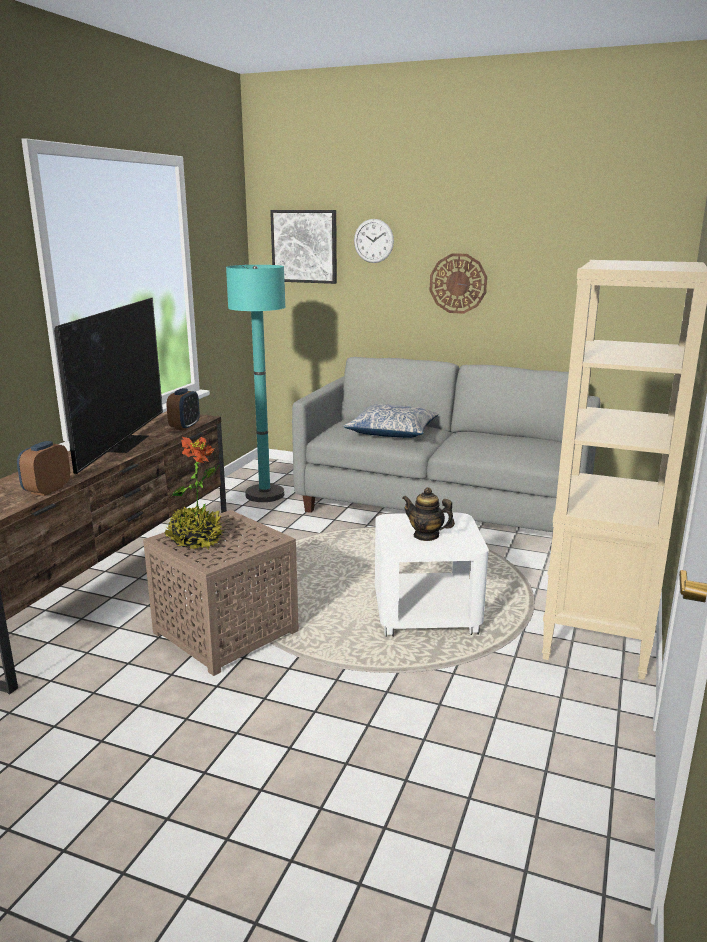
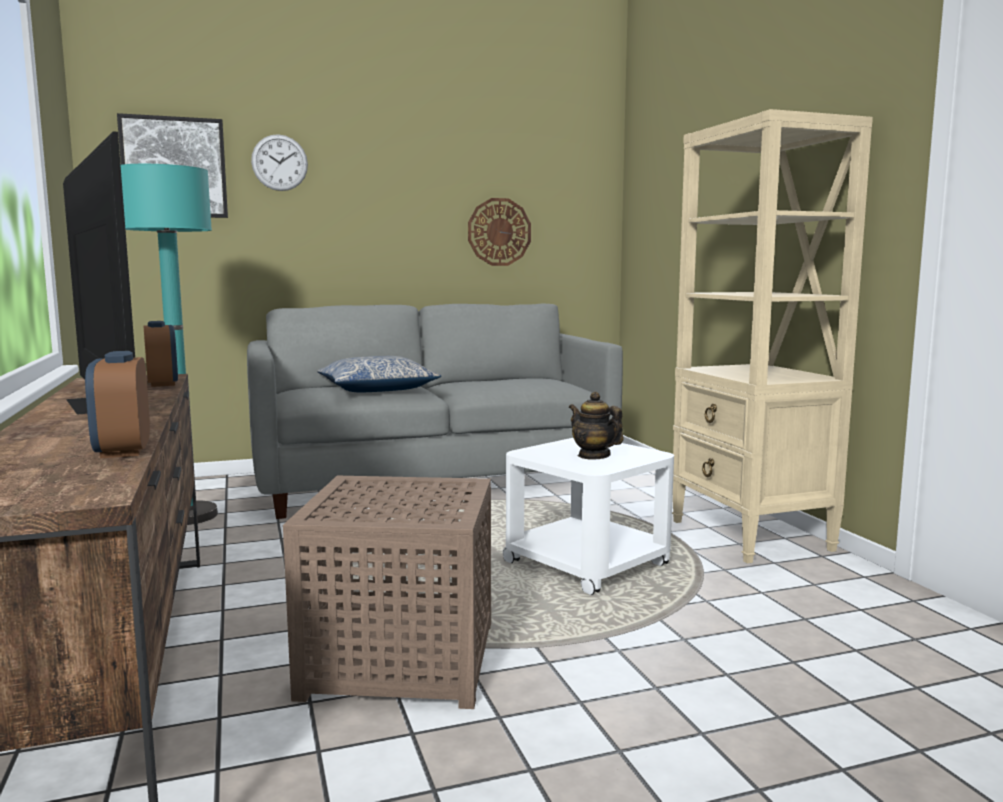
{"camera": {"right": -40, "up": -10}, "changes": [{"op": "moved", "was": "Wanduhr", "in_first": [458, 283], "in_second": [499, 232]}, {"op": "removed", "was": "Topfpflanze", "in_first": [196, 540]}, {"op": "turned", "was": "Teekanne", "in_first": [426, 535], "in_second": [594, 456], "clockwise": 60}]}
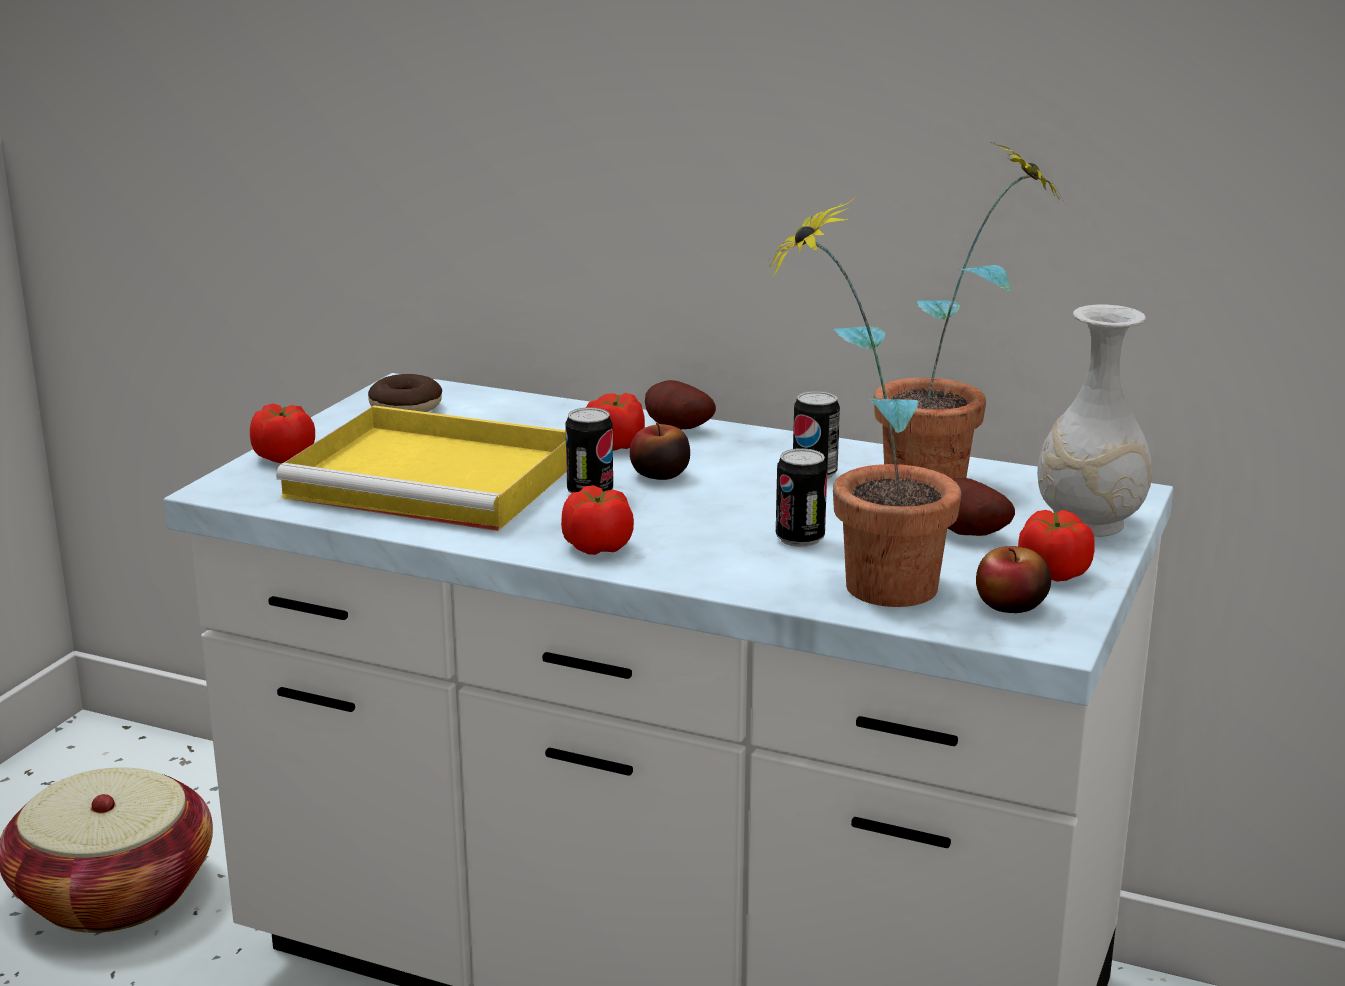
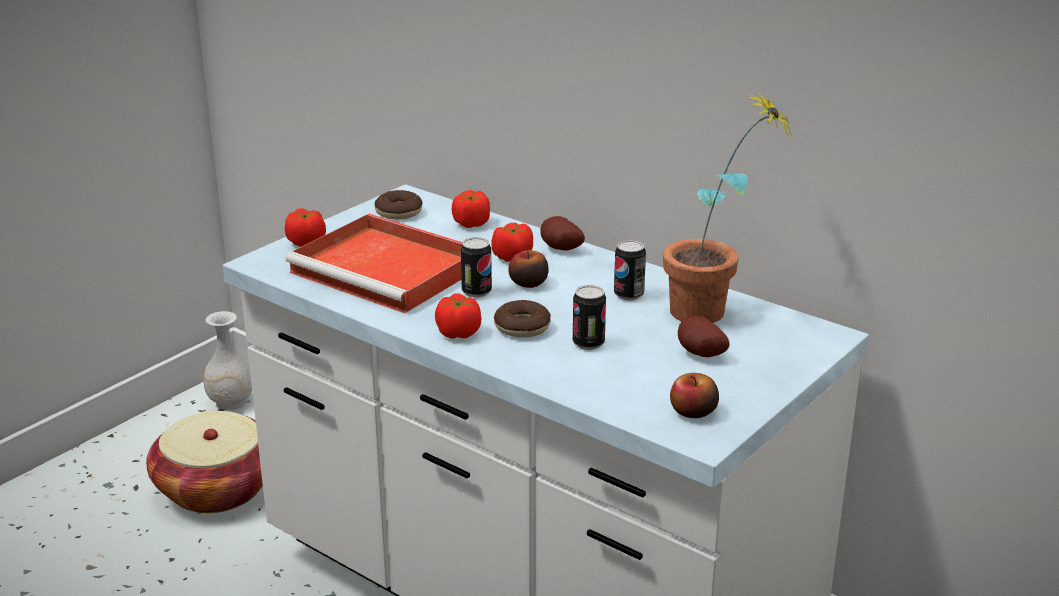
{"camera": {"right": 15, "up": 5}, "changes": [{"op": "removed", "was": "Topfpflanze", "in_first": [861, 586]}, {"op": "moved", "was": "Vase/weiß", "in_first": [1087, 523], "in_second": [230, 402]}, {"op": "recoloured", "was": "Tablett/gelb", "now": "Tablett/rot", "in_first": [439, 479], "in_second": [389, 270]}, {"op": "moved", "was": "Tomate", "in_first": [1053, 573], "in_second": [471, 223]}, {"op": "added", "now": "Donut", "in_second": [522, 327]}]}
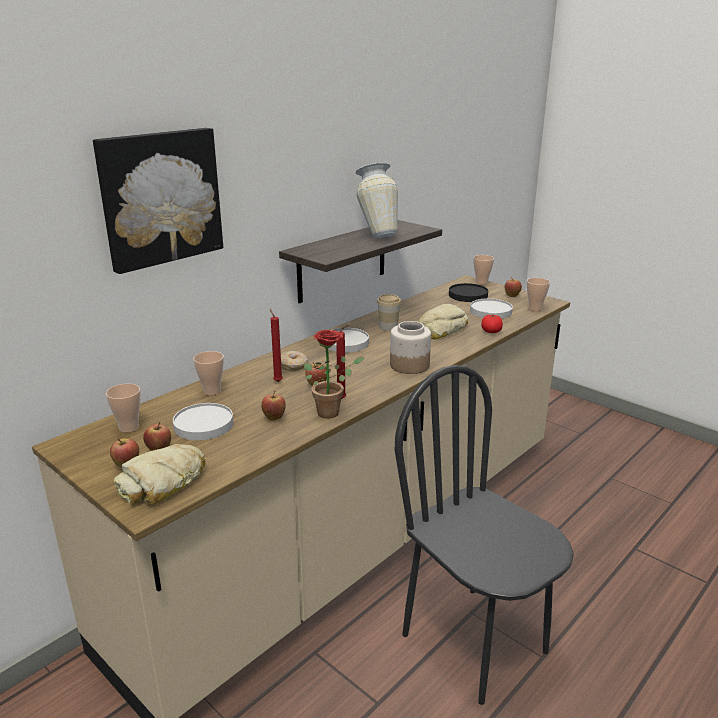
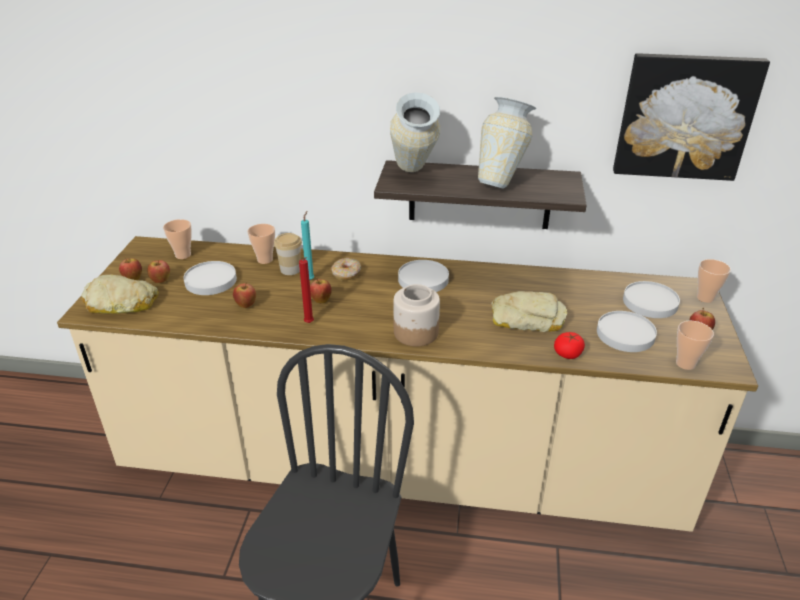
{"camera": {"right": 55, "up": 10}, "changes": [{"op": "moved", "was": "Bild", "in_first": [160, 198], "in_second": [685, 116]}, {"op": "recoloured", "was": "Teller/schwarz", "now": "Teller/weiß", "in_first": [468, 295], "in_second": [650, 302]}, {"op": "moved", "was": "Tasse", "in_first": [388, 327], "in_second": [290, 269]}, {"op": "recoloured", "was": "Kerze/rot", "now": "Kerze/türkis", "in_first": [277, 381], "in_second": [310, 279]}, {"op": "removed", "was": "Topfpflanze", "in_first": [332, 412]}, {"op": "added", "now": "Vase", "in_second": [413, 177]}]}
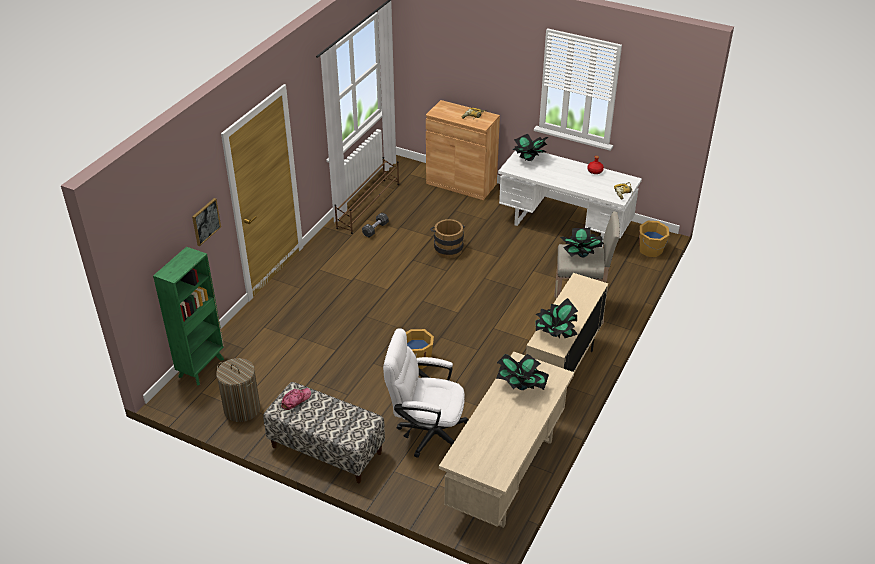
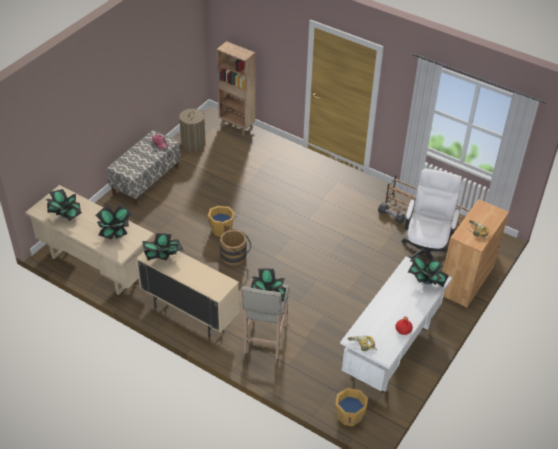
{"camera": {"right": 95, "up": 5}, "changes": [{"op": "removed", "was": "Bild", "in_first": [205, 221]}, {"op": "moved", "was": "Eimer/braun", "in_first": [447, 248], "in_second": [236, 256]}, {"op": "recoloured", "was": "Bücherregal/grün", "now": "Bücherregal/braun", "in_first": [202, 367], "in_second": [237, 126]}, {"op": "moved", "was": "Bürostuhl/weiß", "in_first": [426, 432], "in_second": [426, 249]}, {"op": "added", "now": "Topfpflanze", "in_second": [65, 215]}]}
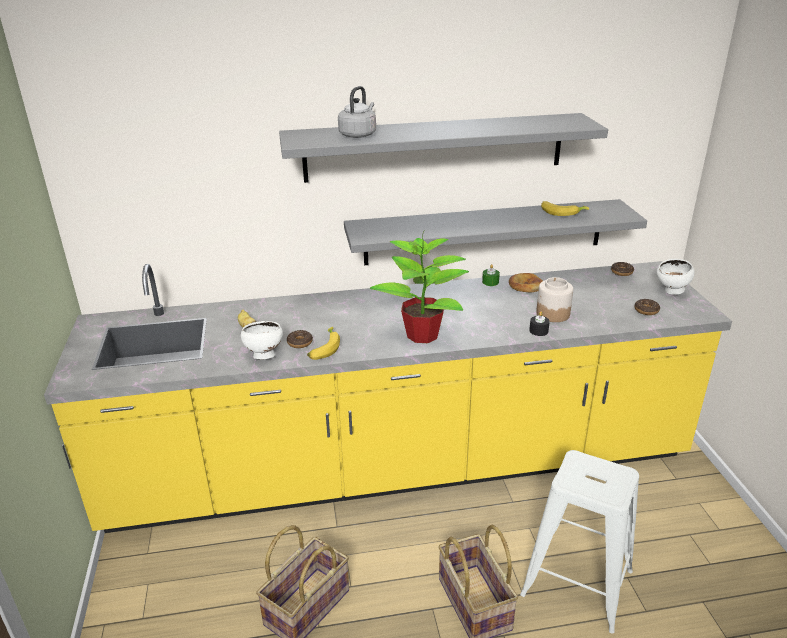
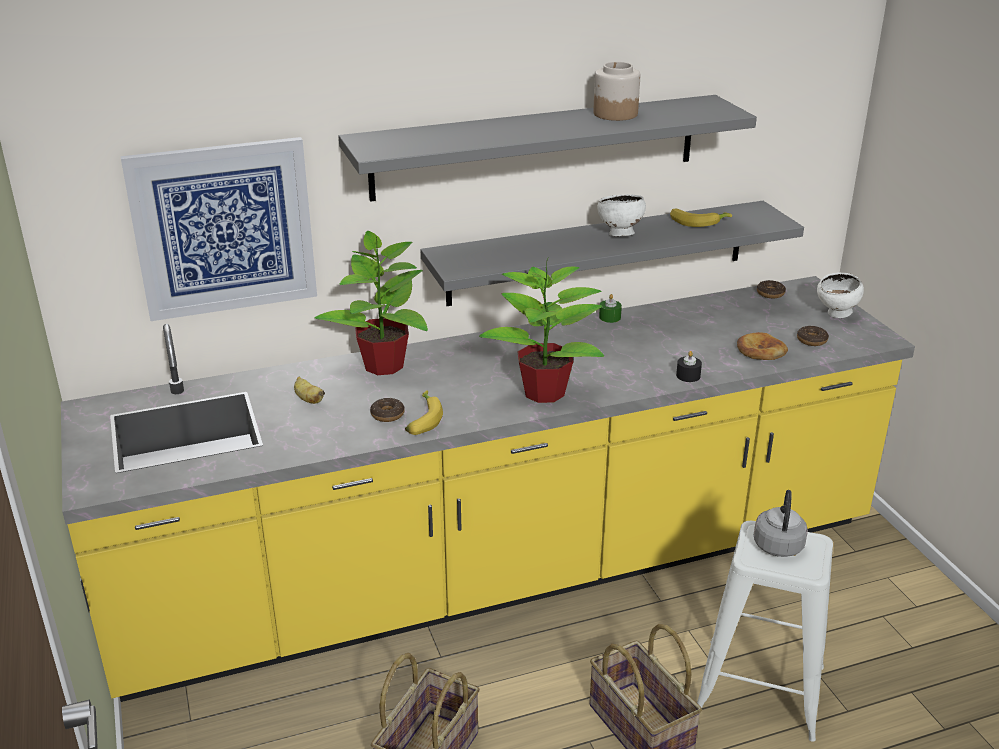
{"camera": {"right": -10, "up": 0}, "changes": [{"op": "moved", "was": "Wasserkessel/grau", "in_first": [358, 134], "in_second": [778, 544]}, {"op": "moved", "was": "Brot", "in_first": [526, 285], "in_second": [760, 350]}, {"op": "moved", "was": "Vorratsglas", "in_first": [552, 314], "in_second": [615, 114]}, {"op": "moved", "was": "Schüssel/weiß", "in_first": [263, 355], "in_second": [619, 235]}, {"op": "added", "now": "Bild", "in_second": [224, 228]}, {"op": "added", "now": "Topfpflanze", "in_second": [383, 366]}]}
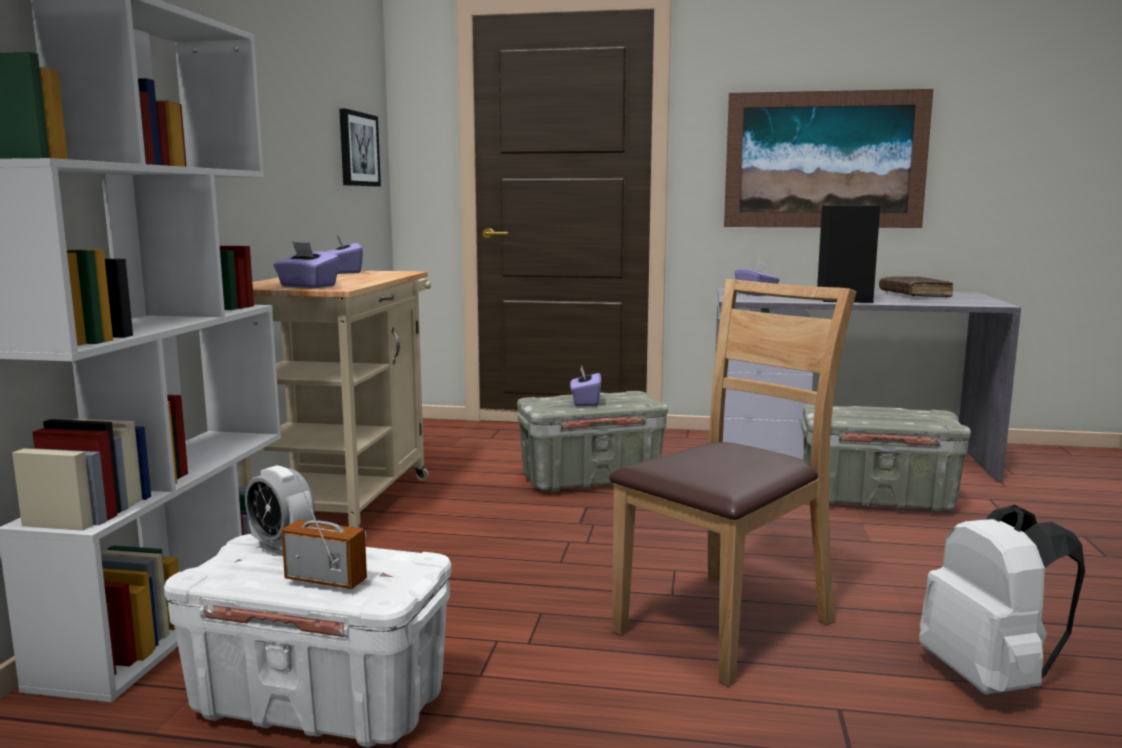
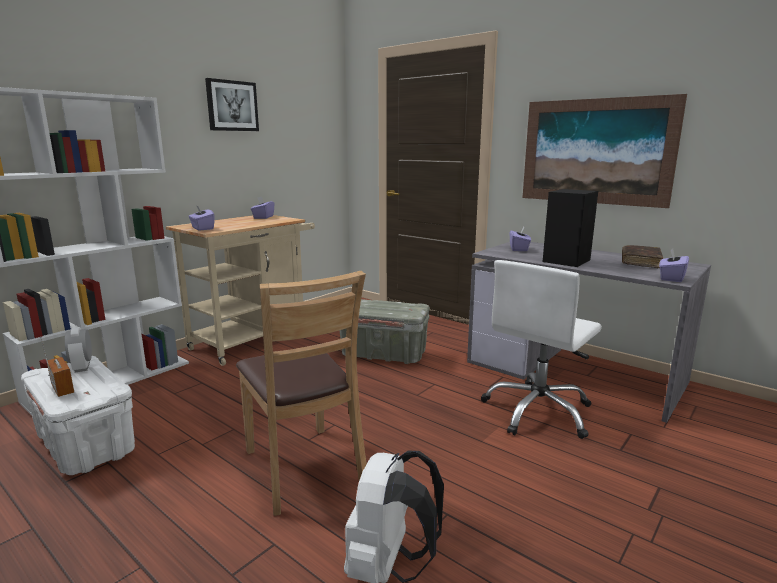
{"camera": {"right": 30, "up": 5}, "changes": [{"op": "moved", "was": "Bild", "in_first": [358, 149], "in_second": [232, 106]}, {"op": "turned", "was": "Stuhl/braun", "in_first": [724, 625], "in_second": [303, 468], "clockwise": 75}, {"op": "moved", "was": "Taschentuchbox/lila", "in_first": [585, 402], "in_second": [671, 278]}, {"op": "replaced", "was": "Aufbewahrungsbox/grau", "now": "Bürostuhl/weiß", "in_first": [875, 499], "in_second": [538, 411]}]}
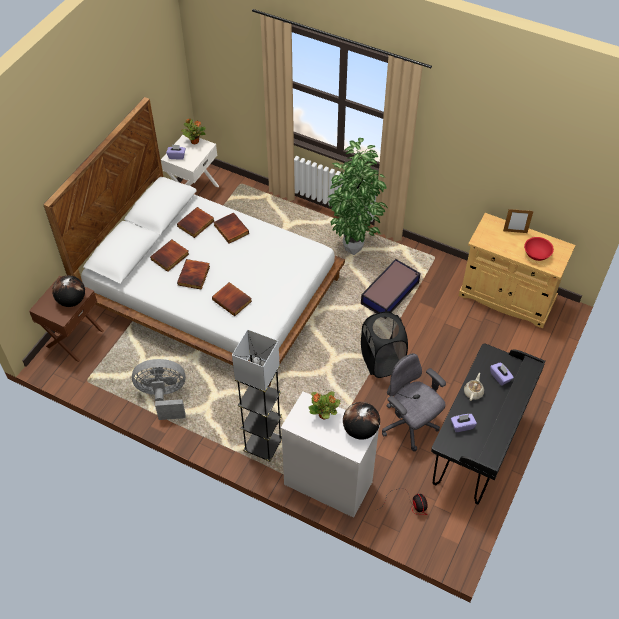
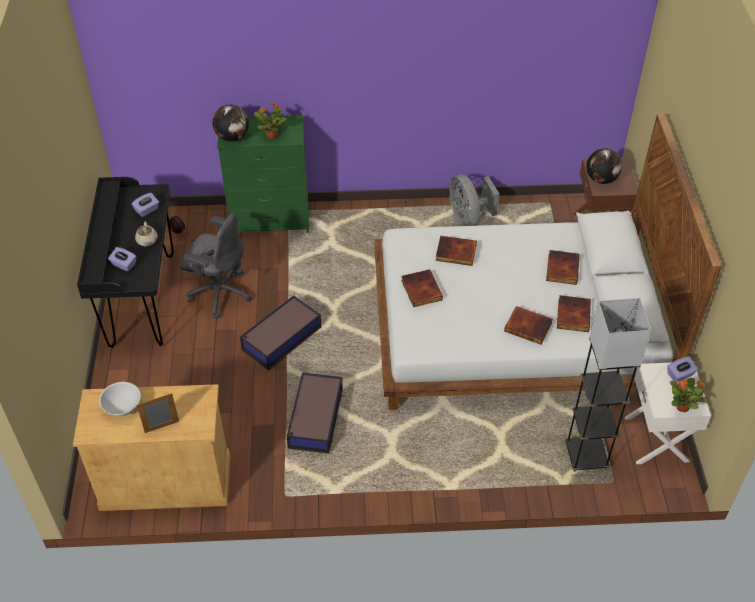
{"camera": {"right": 150, "up": -5}, "changes": [{"op": "removed", "was": "Topfpflanze", "in_first": [355, 247]}, {"op": "recoloured", "was": "Schüssel/rot", "now": "Schüssel/weiß", "in_first": [537, 254], "in_second": [122, 407]}, {"op": "moved", "was": "Buch", "in_first": [194, 276], "in_second": [420, 290]}, {"op": "replaced", "was": "Wäschekorb/schwarz", "now": "Aufbewahrungsbox", "in_first": [382, 361], "in_second": [280, 339]}, {"op": "moved", "was": "Stehlampe/grau", "in_first": [263, 446], "in_second": [586, 456]}, {"op": "turned", "was": "Ventilator/grau", "in_first": [164, 397], "in_second": [468, 220], "clockwise": 105}, {"op": "recoloured", "was": "Kommode/weiß", "now": "Kommode/grün", "in_first": [327, 483], "in_second": [271, 219]}]}
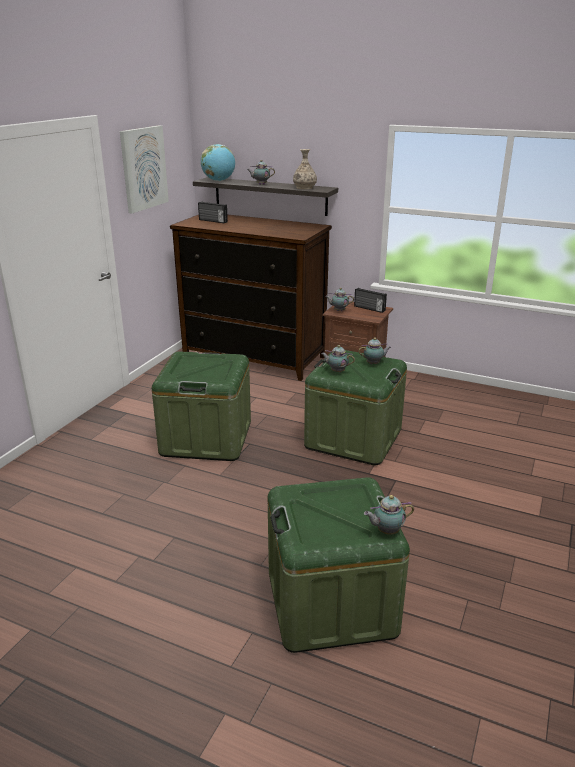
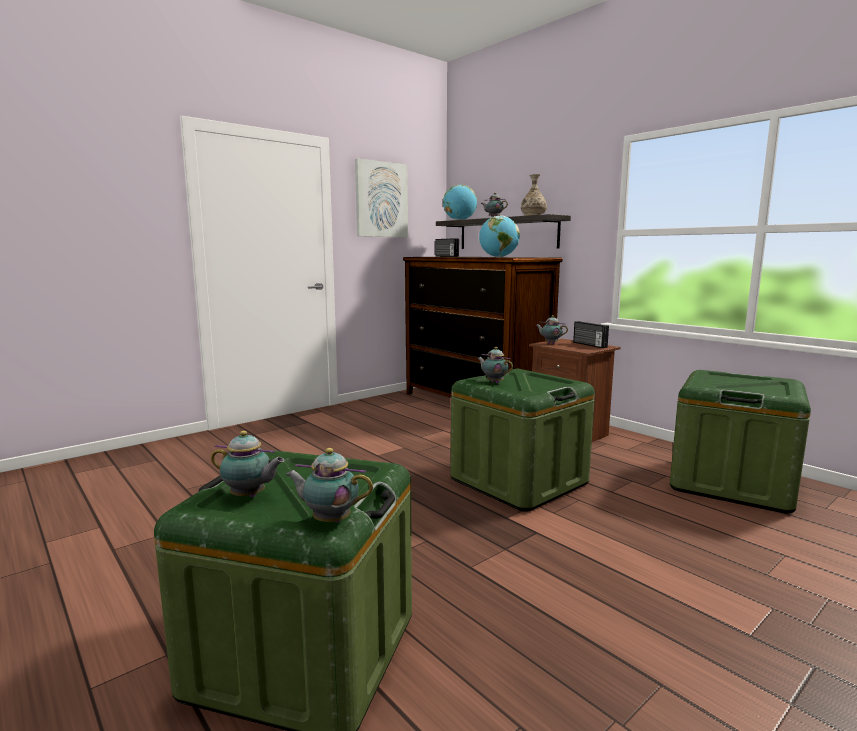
{"camera": {"right": 25, "up": -15}, "changes": [{"op": "moved", "was": "Teekanne", "in_first": [374, 364], "in_second": [250, 496]}, {"op": "moved", "was": "Aufbewahrungsbox/grün", "in_first": [206, 438], "in_second": [731, 483]}, {"op": "added", "now": "Globus", "in_second": [498, 257]}]}
